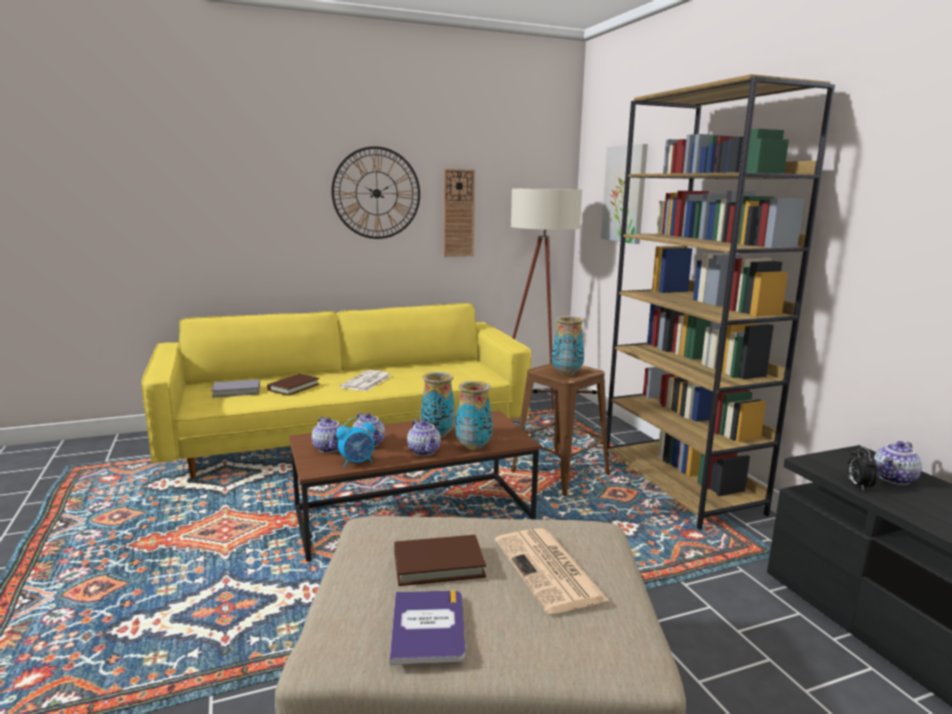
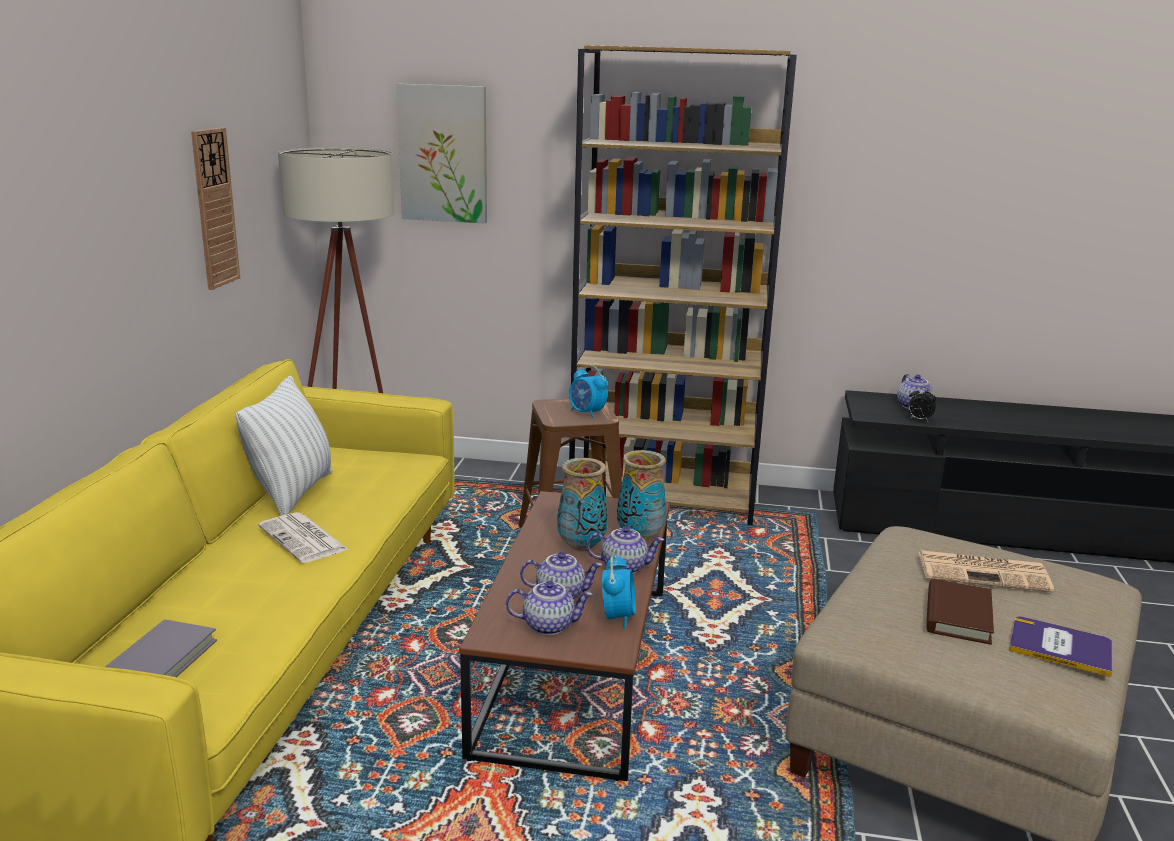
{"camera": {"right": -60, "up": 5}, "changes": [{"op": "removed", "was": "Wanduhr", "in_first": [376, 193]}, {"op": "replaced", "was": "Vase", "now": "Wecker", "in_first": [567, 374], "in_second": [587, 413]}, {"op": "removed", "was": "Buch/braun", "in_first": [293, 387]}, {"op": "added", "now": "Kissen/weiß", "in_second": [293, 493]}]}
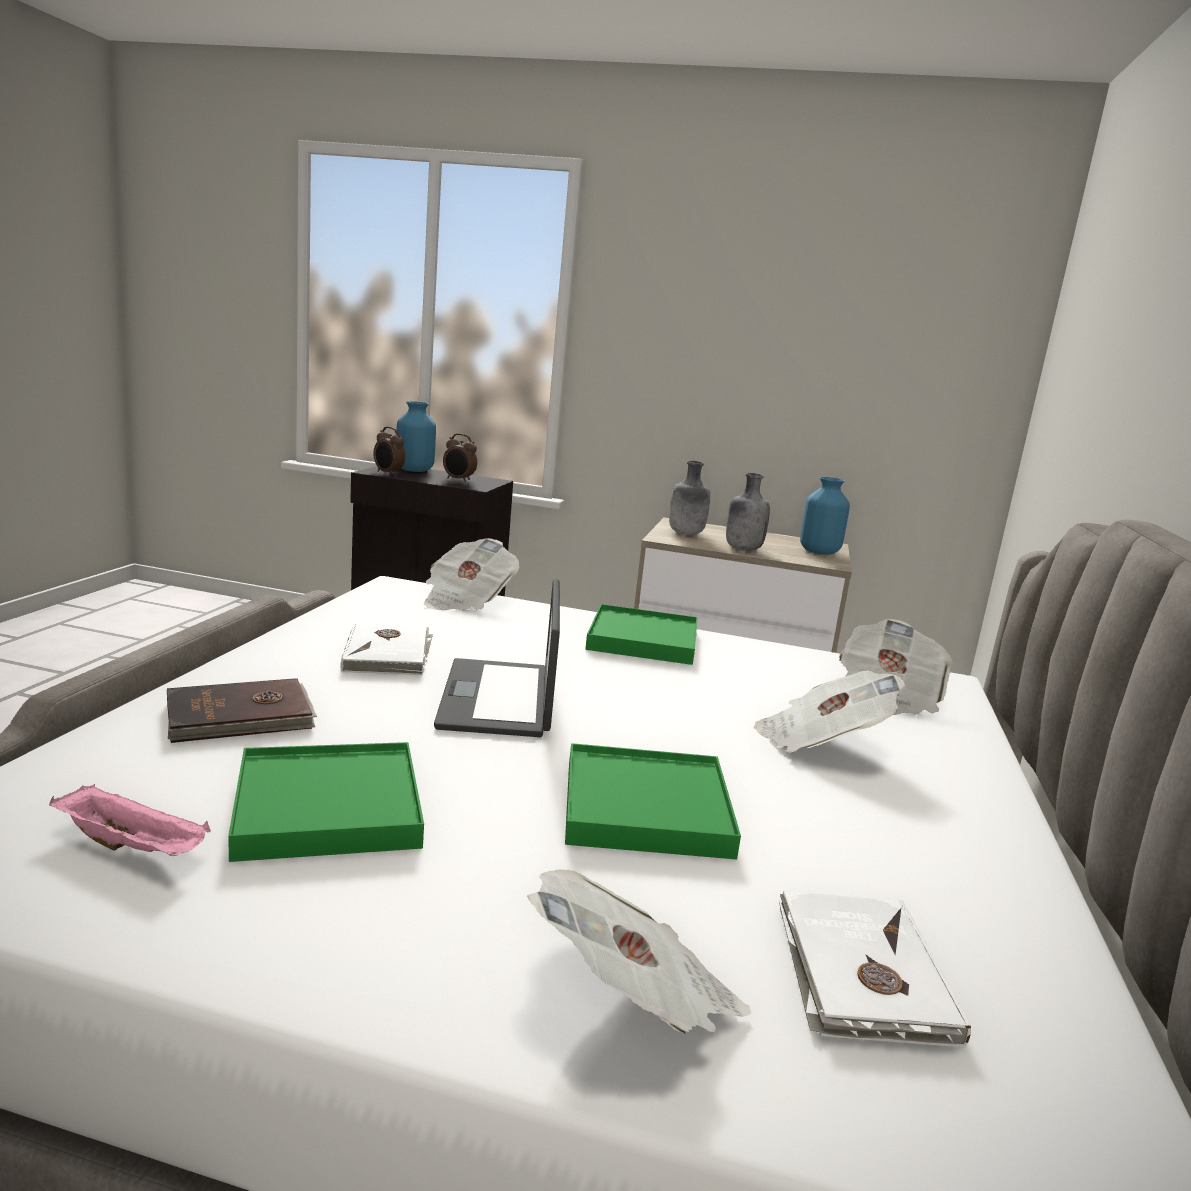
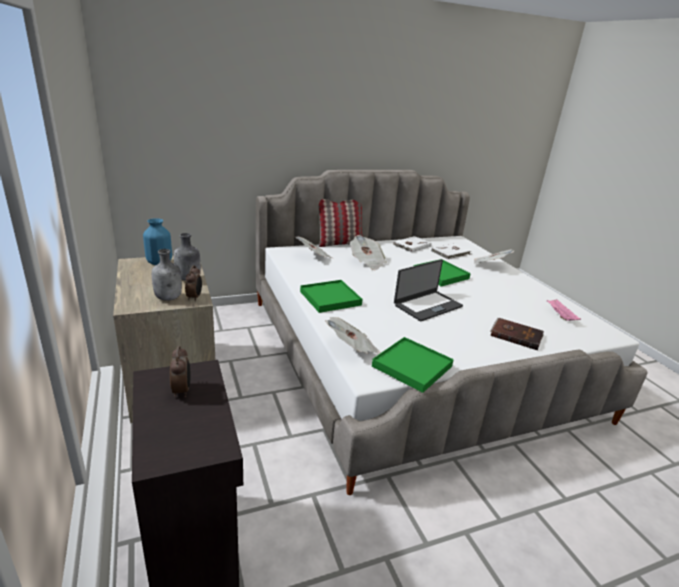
{"camera": {"right": -125, "up": 10}, "changes": [{"op": "removed", "was": "Vase/blau", "in_first": [413, 470]}, {"op": "moved", "was": "Wecker", "in_first": [388, 473], "in_second": [195, 297]}, {"op": "moved", "was": "Buch/weiß", "in_first": [388, 654], "in_second": [411, 245]}, {"op": "moved", "was": "Tablett/grün", "in_first": [328, 807], "in_second": [411, 366]}, {"op": "added", "now": "Kissen", "in_second": [339, 243]}]}
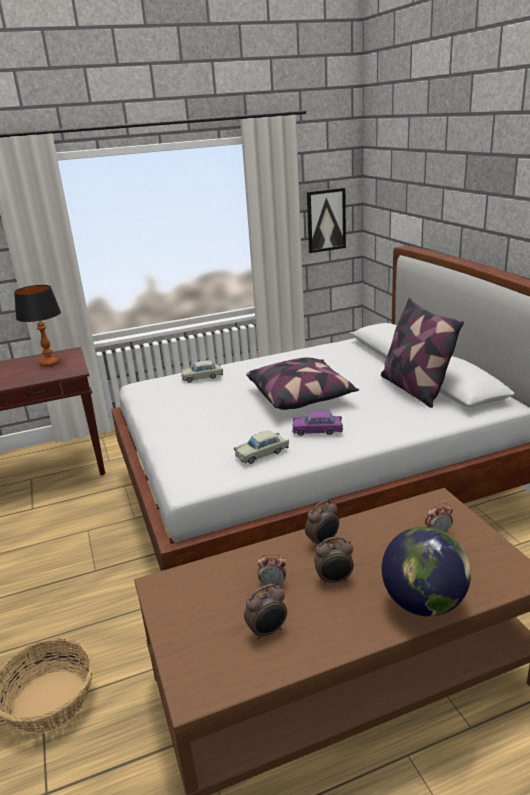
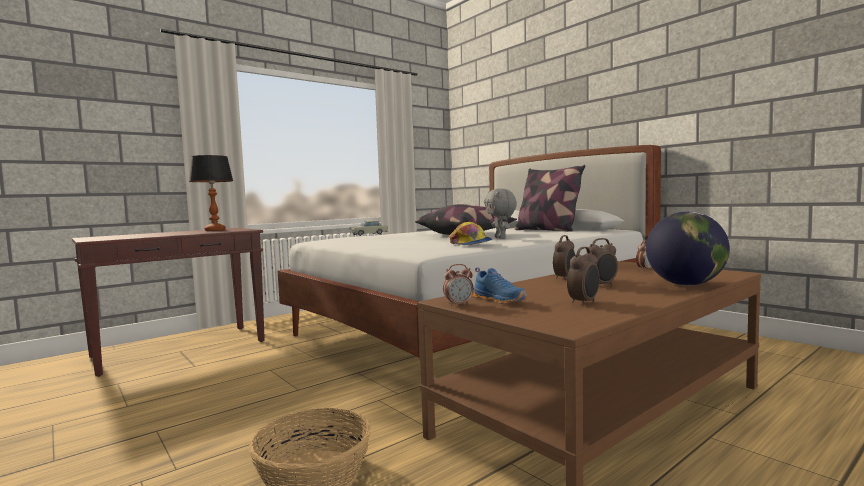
{"camera": {"right": -20, "up": -20}, "changes": [{"op": "removed", "was": "Bild", "in_first": [326, 220]}, {"op": "replaced", "was": "Spielzeugauto/lila", "now": "Plüschtier/grau", "in_first": [317, 430], "in_second": [501, 238]}, {"op": "replaced", "was": "Spielzeugauto/beige", "now": "Kappe", "in_first": [262, 453], "in_second": [470, 243]}, {"op": "moved", "was": "Wecker", "in_first": [273, 584], "in_second": [458, 304]}, {"op": "added", "now": "Schuh/blau", "in_second": [500, 300]}]}
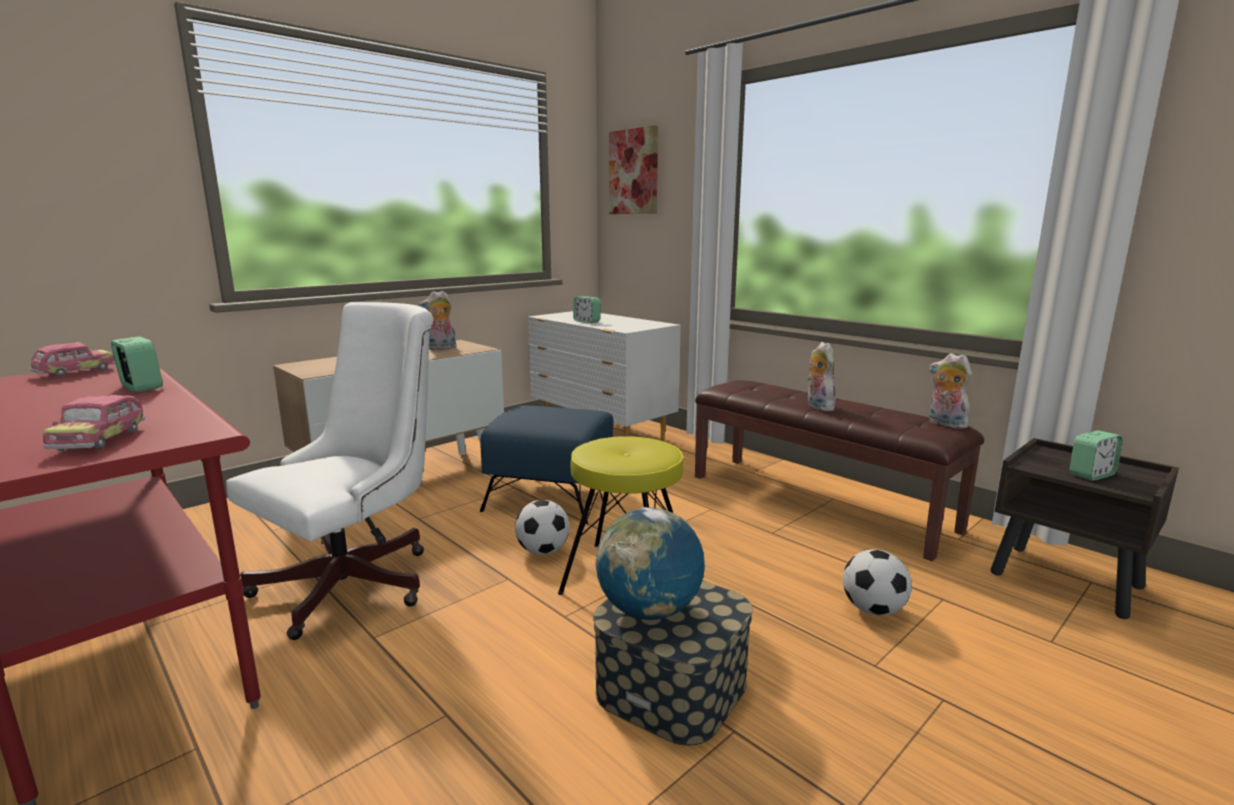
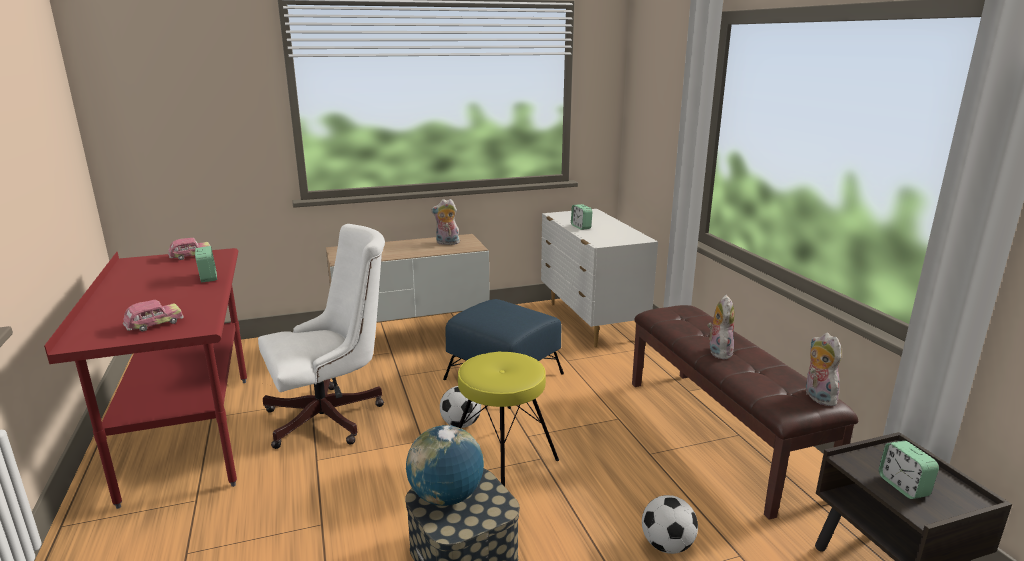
{"camera": {"right": 25, "up": 5}, "changes": [{"op": "removed", "was": "Bild", "in_first": [634, 172]}, {"op": "turned", "was": "Spielzeugauto", "in_first": [100, 440], "in_second": [154, 324], "clockwise": -150}, {"op": "turned", "was": "Wecker", "in_first": [1091, 474], "in_second": [903, 486], "clockwise": 75}]}
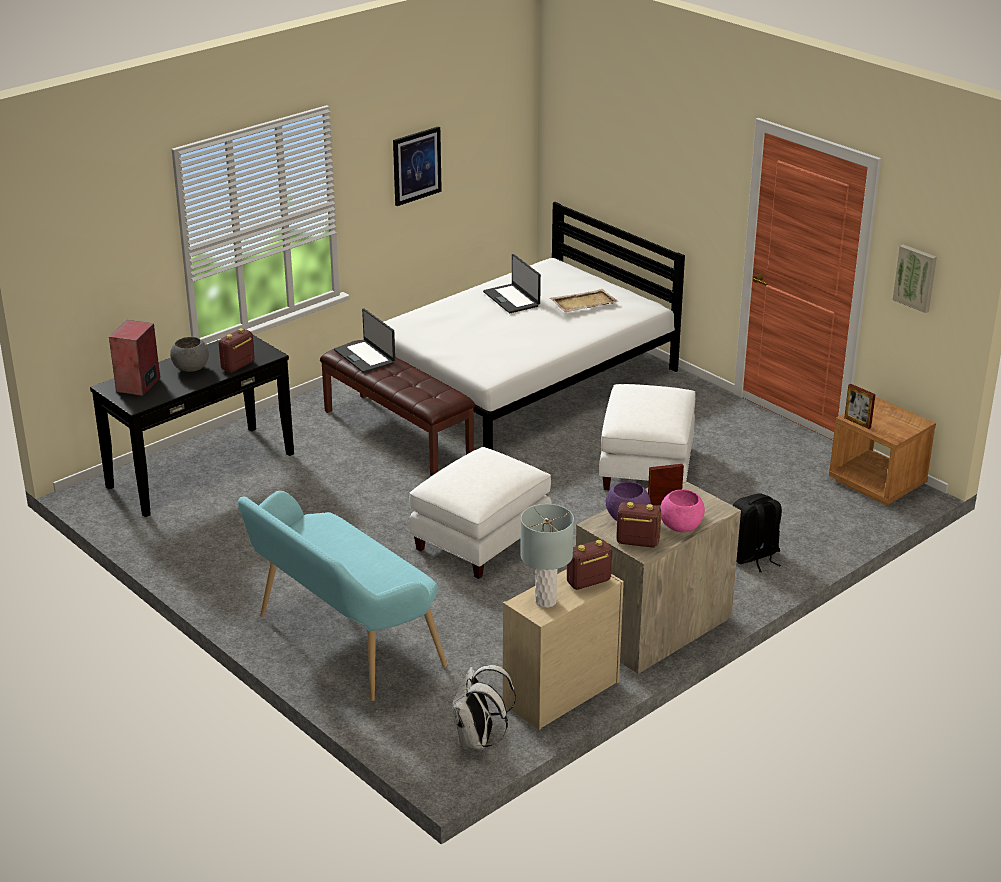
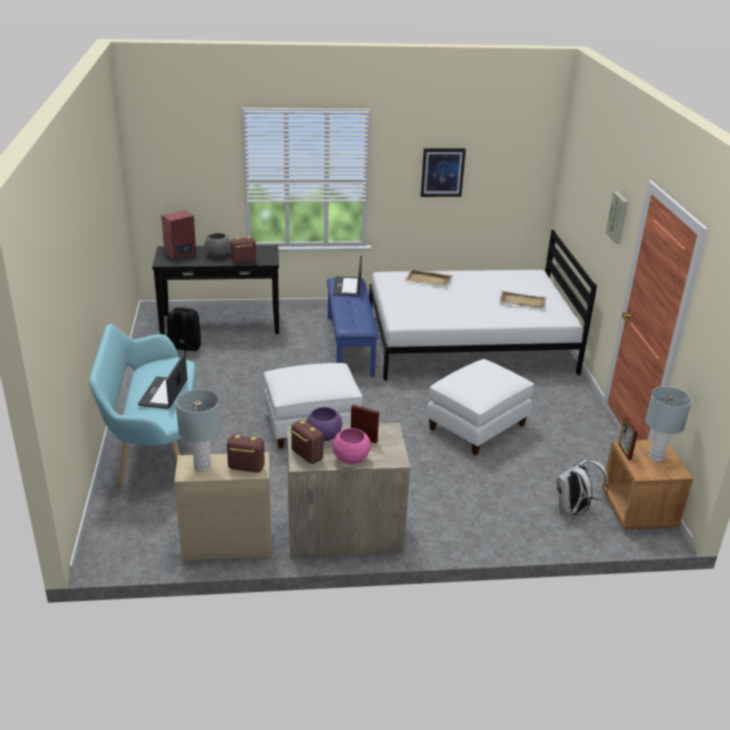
{"camera": {"right": 35, "up": 0}, "changes": [{"op": "moved", "was": "Bild", "in_first": [916, 277], "in_second": [618, 217]}, {"op": "moved", "was": "Laptop", "in_first": [512, 299], "in_second": [164, 393]}, {"op": "recoloured", "was": "Bank/braun", "now": "Bank/blau", "in_first": [398, 434], "in_second": [350, 345]}, {"op": "moved", "was": "Rucksack/schwarz", "in_first": [753, 556], "in_second": [184, 348]}, {"op": "moved", "was": "Rucksack/weiß", "in_first": [478, 740], "in_second": [573, 510]}, {"op": "added", "now": "Tablett/beige", "in_second": [429, 279]}, {"op": "added", "now": "Tischlampe/grau", "in_second": [656, 457]}]}
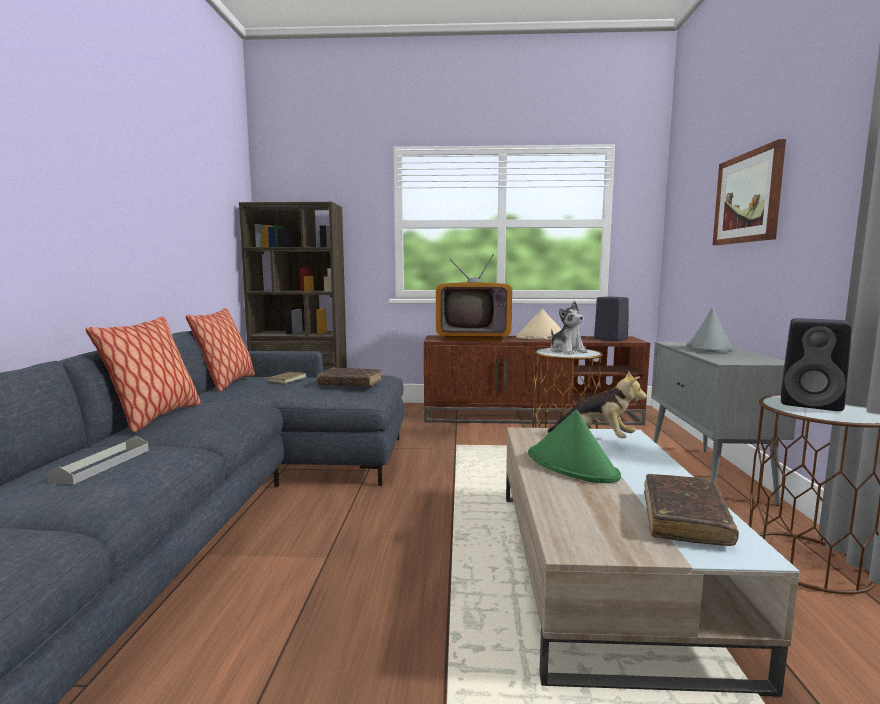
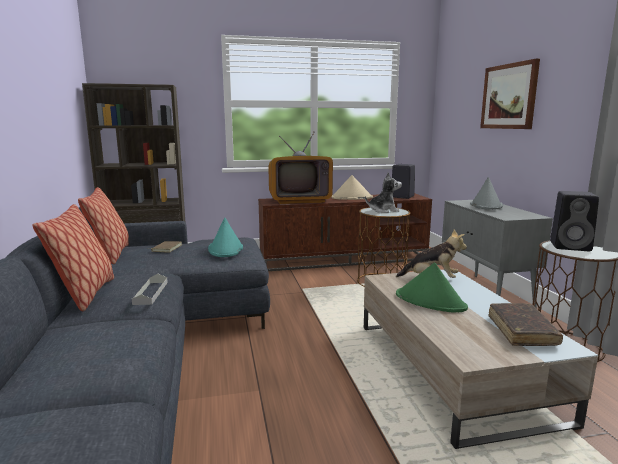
{"camera": {"right": -15, "up": 5}, "changes": [{"op": "turned", "was": "Plüschtier", "in_first": [567, 351], "in_second": [383, 210], "clockwise": -60}, {"op": "replaced", "was": "Buch/braun", "now": "Hut/türkis", "in_first": [350, 384], "in_second": [226, 249]}, {"op": "moved", "was": "Tablett/grau", "in_first": [102, 465], "in_second": [151, 293]}]}
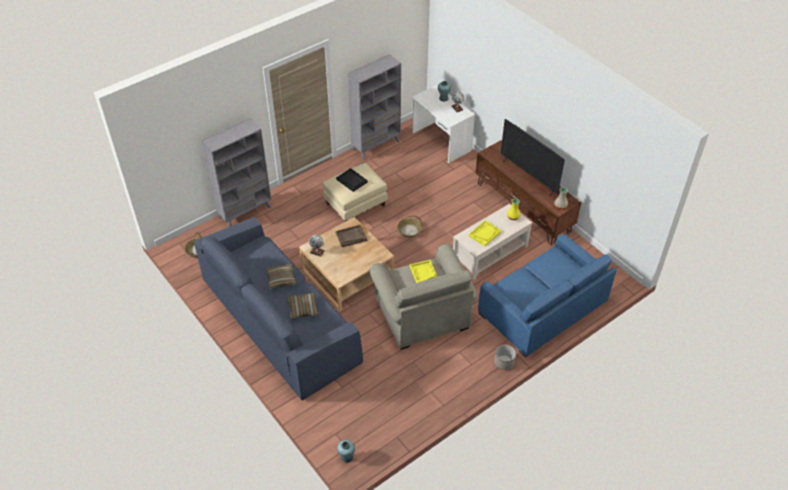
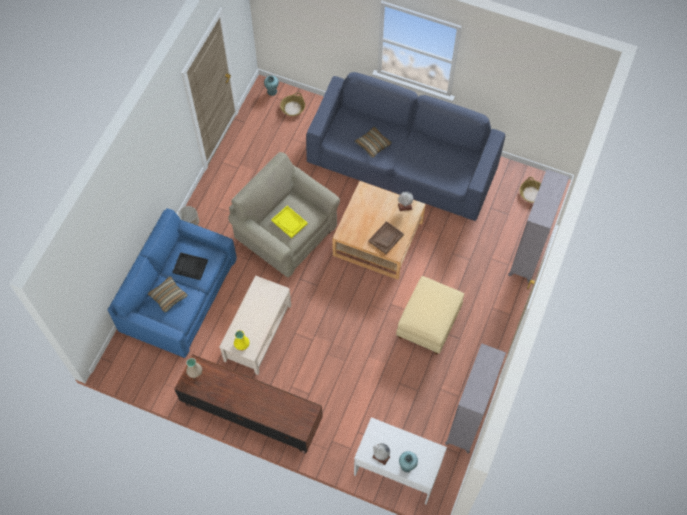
{"camera": {"right": 150, "up": 15}, "changes": [{"op": "removed", "was": "Fernseher", "in_first": [528, 176]}, {"op": "moved", "was": "Tablett/schwarz", "in_first": [352, 180], "in_second": [190, 266]}, {"op": "moved", "was": "Korb", "in_first": [409, 230], "in_second": [292, 108]}, {"op": "removed", "was": "Tablett/gelb", "in_first": [484, 234]}, {"op": "moved", "was": "Kissen", "in_first": [281, 279], "in_second": [168, 296]}]}
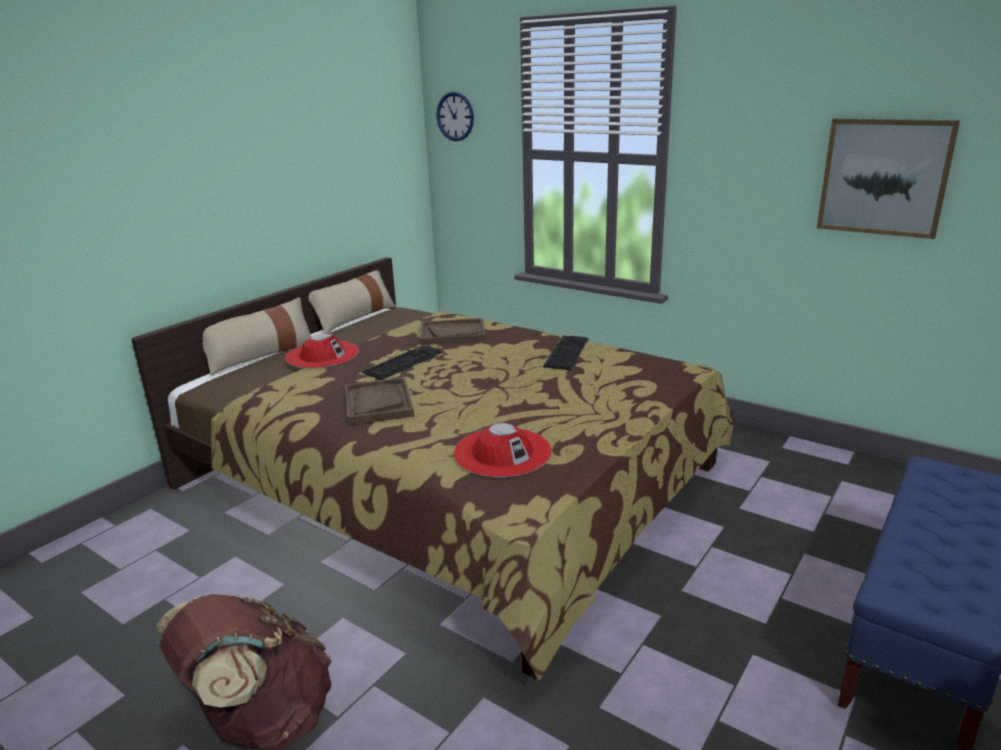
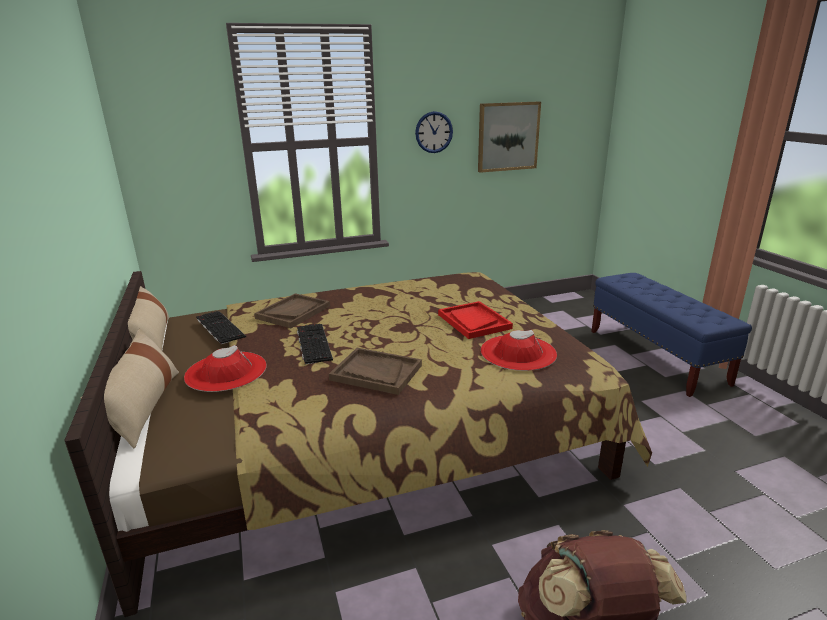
{"camera": {"right": -55, "up": 0}, "changes": [{"op": "moved", "was": "Wanduhr", "in_first": [455, 116], "in_second": [434, 132]}, {"op": "moved", "was": "Tastatur", "in_first": [565, 352], "in_second": [218, 327]}, {"op": "added", "now": "Tablett/rot", "in_second": [473, 321]}]}
